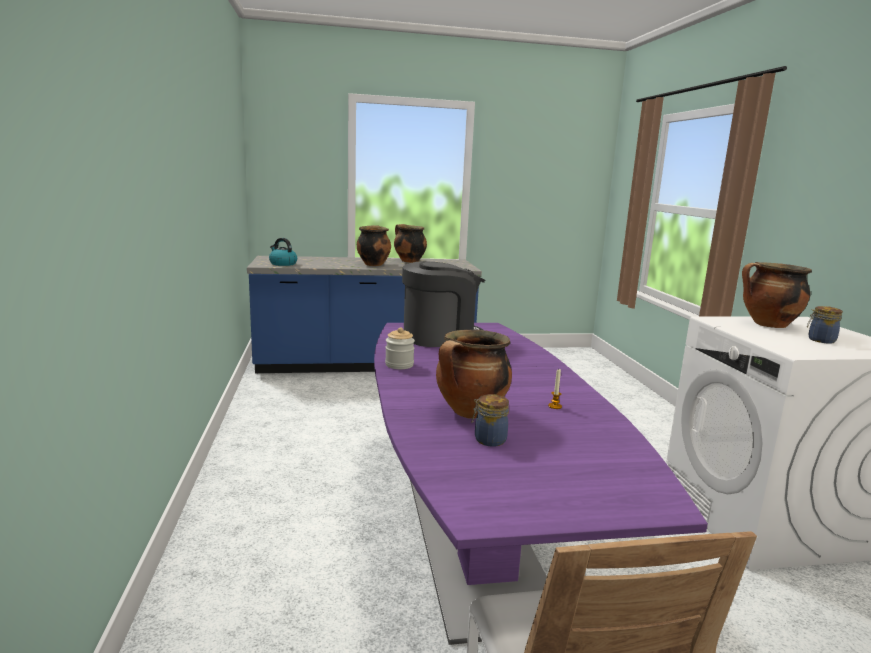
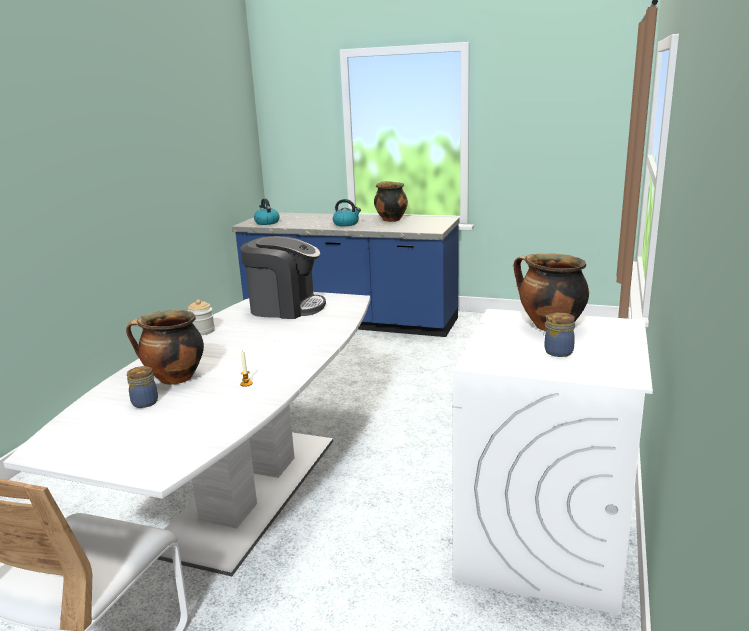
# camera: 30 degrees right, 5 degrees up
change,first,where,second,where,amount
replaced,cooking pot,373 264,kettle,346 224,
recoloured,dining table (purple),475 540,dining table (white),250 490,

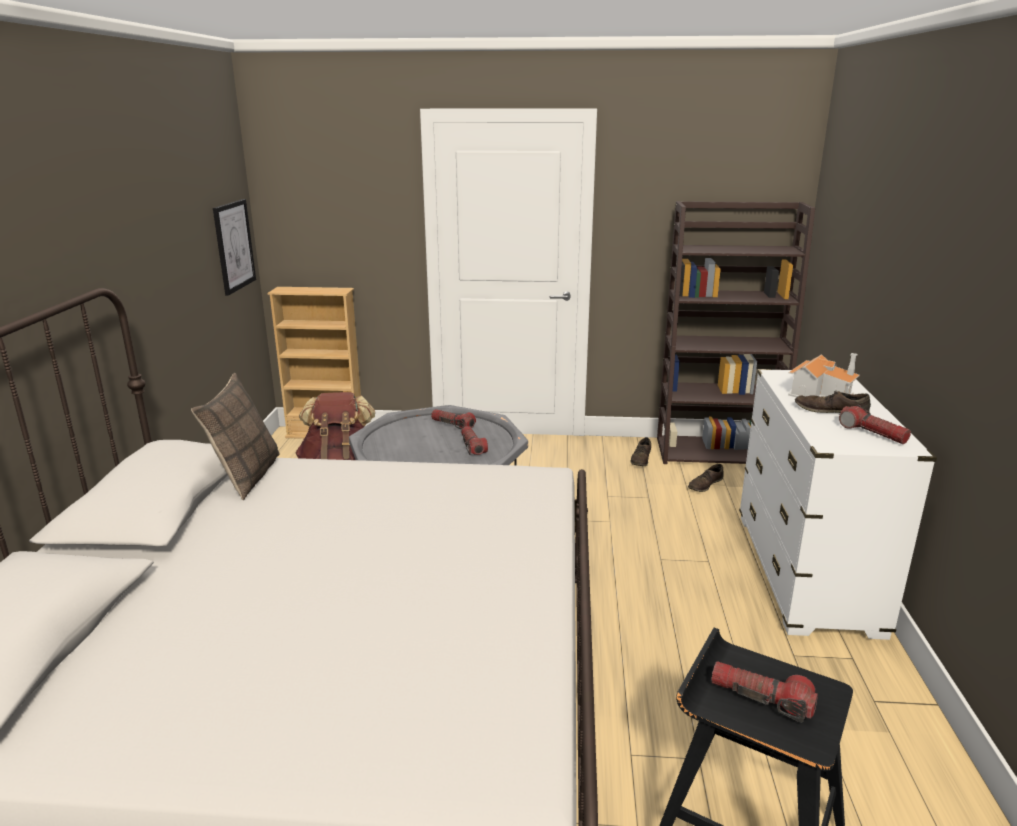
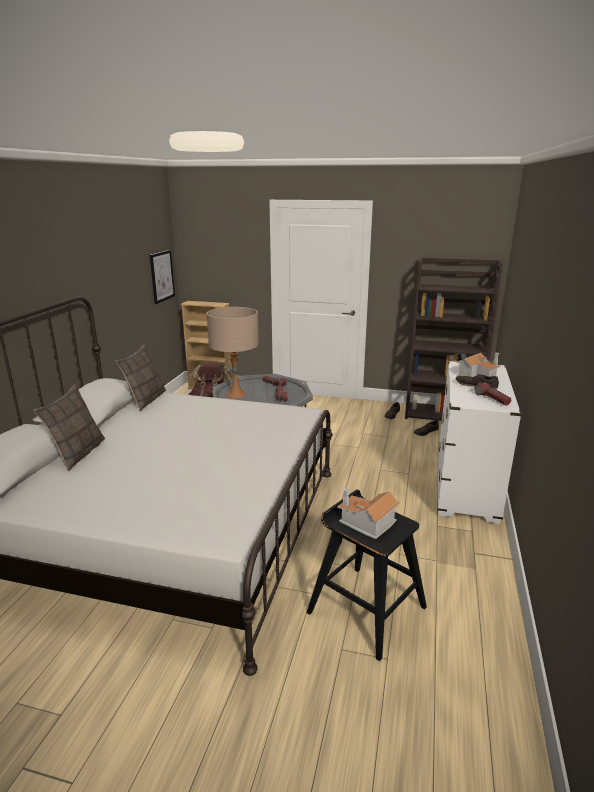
# camera: 10 degrees right, 0 degrees up
change,first,where,second,where,amount
added,,,pillow,77 453,
added,,,table lamp (beige),236 394,
replaced,flashlight,761 699,toy house,367 523,

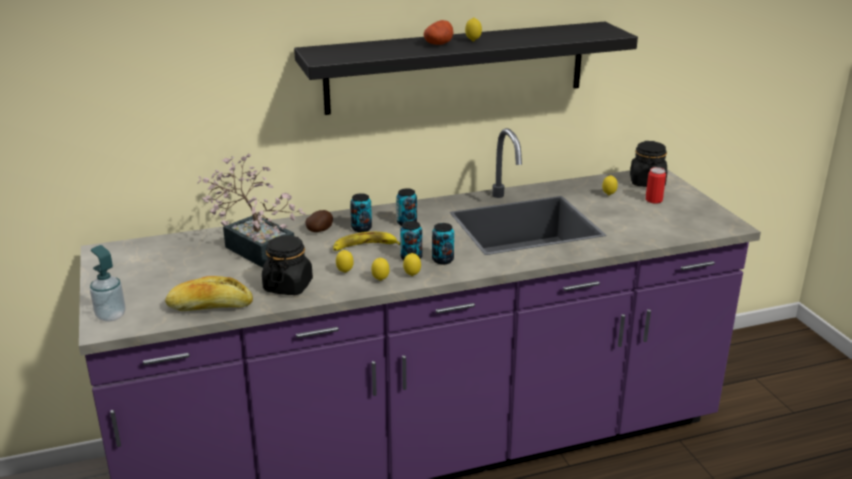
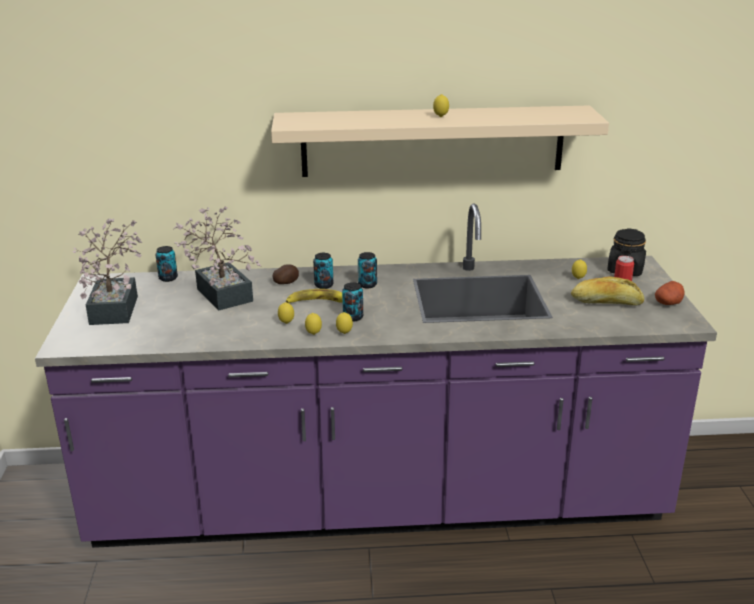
# camera: 15 degrees right, 0 degrees up
change,first,where,second,where,amount
removed,soap dispenser,111 315,,,
removed,jar (black),288 286,,,
added,,,potted plant,116 306,
moved,bread,210 307,,606 303,
moved,potato,438 44,,668 303,
moved,can,442 260,,168 278,
recoloured,shelf (black),457 67,shelf (beige),432 141,

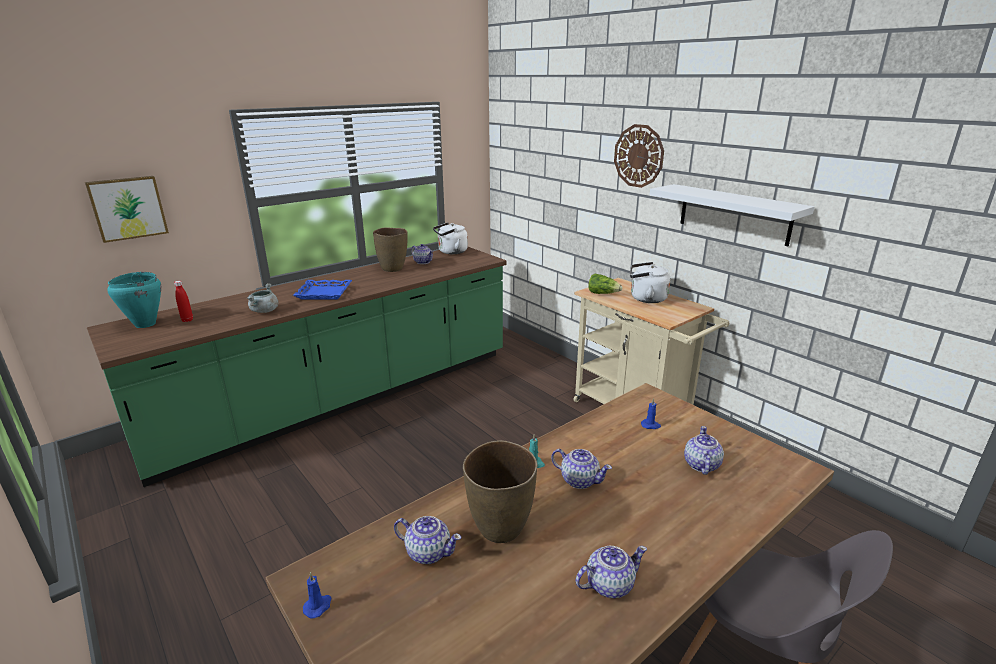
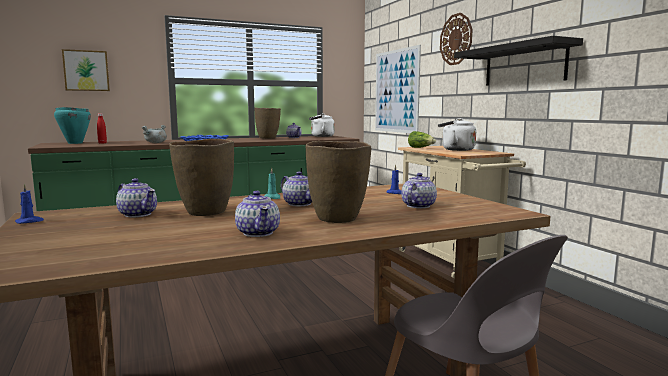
# camera: 15 degrees right, 15 degrees down
change,first,where,second,where,amount
added,,,vase (brown),338 218,
added,,,picture,396 91,
recoloured,shelf (white),734 214,shelf (black),524 65,
turned,teapot,608 584,,258 233,75 degrees clockwise

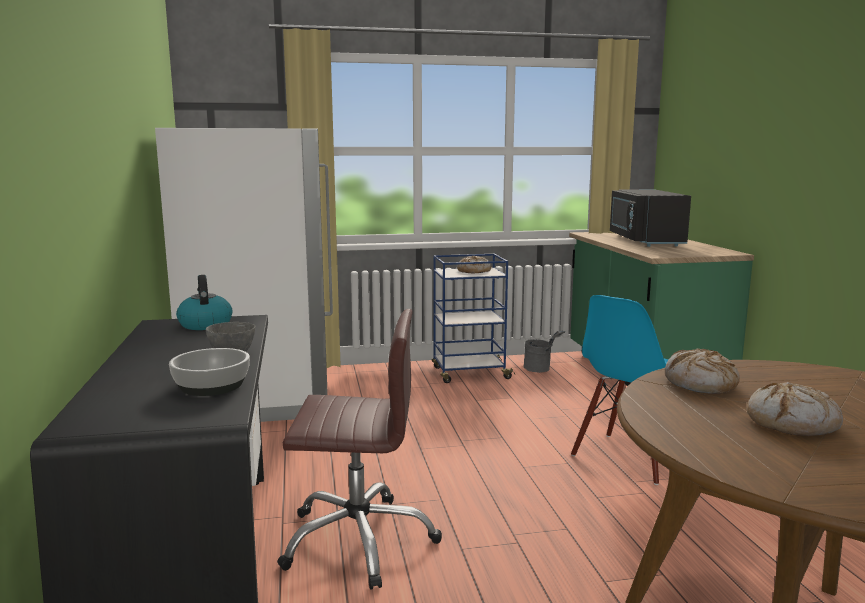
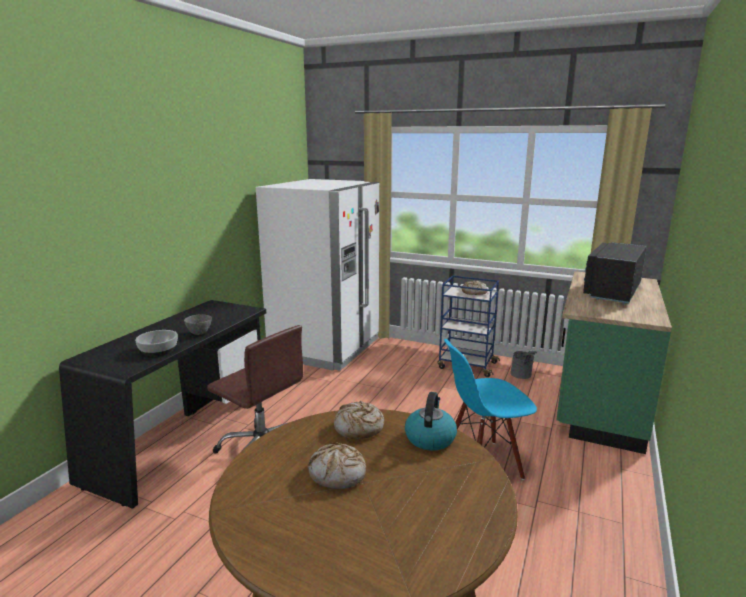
# camera: 35 degrees right, 5 degrees up
change,first,where,second,where,amount
moved,kettle,205 324,,430 438,

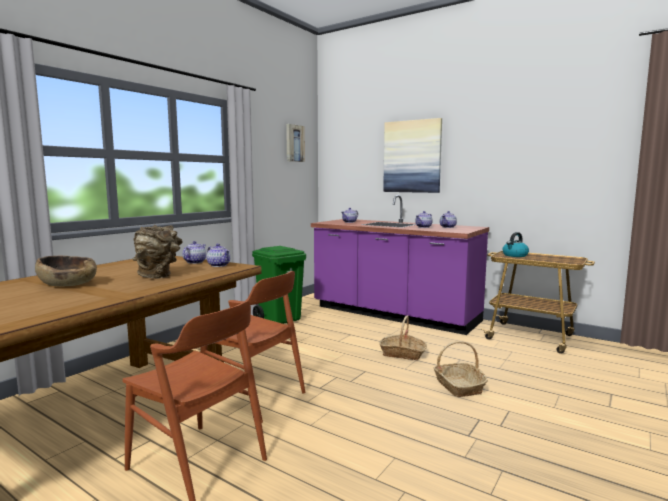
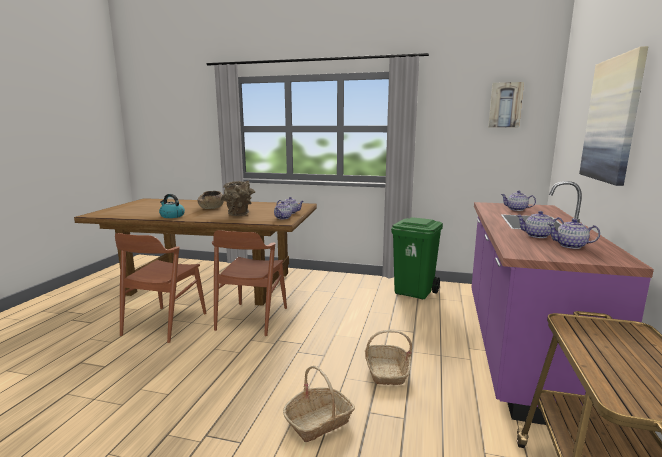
# camera: 70 degrees right, 5 degrees up
change,first,where,second,where,amount
moved,kettle,515 255,,172 216,

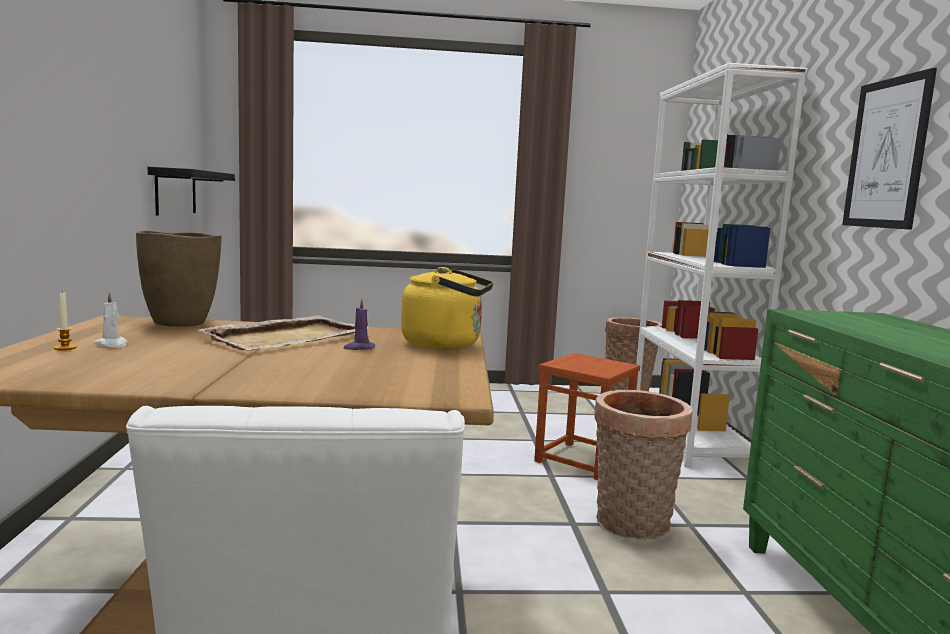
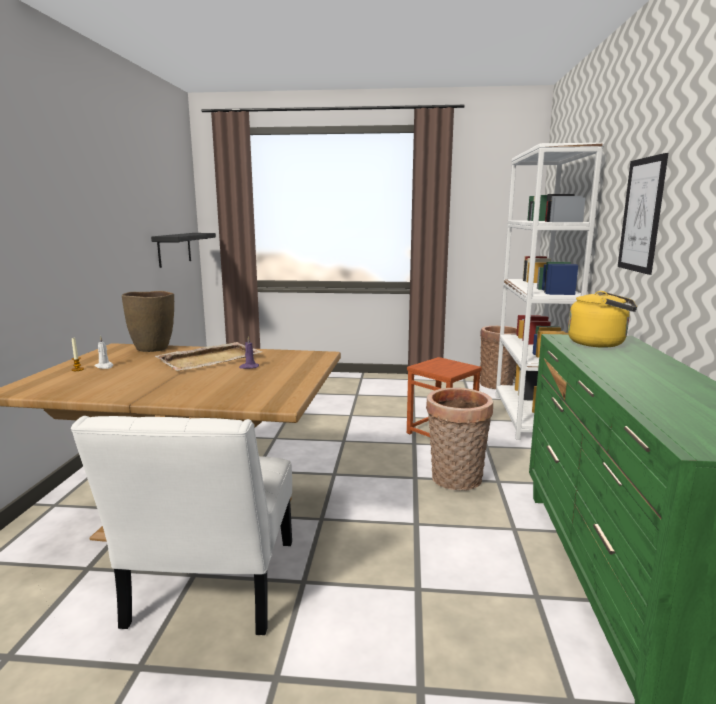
# camera: 10 degrees right, 5 degrees up
change,first,where,second,where,amount
moved,kettle (yellow),446 344,,600 343,

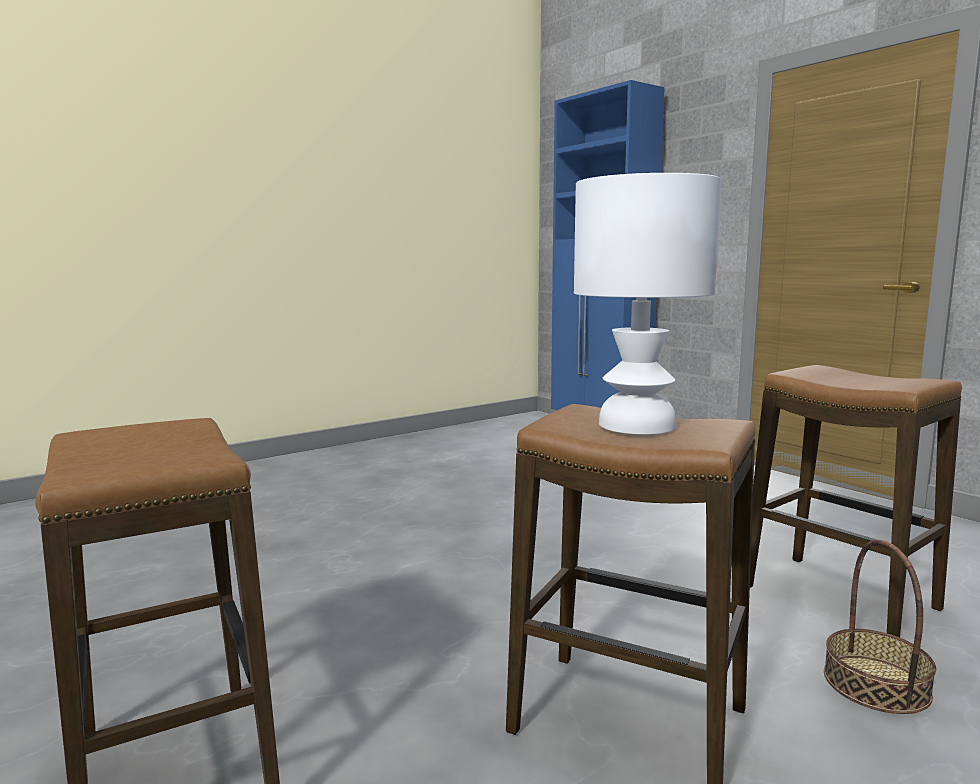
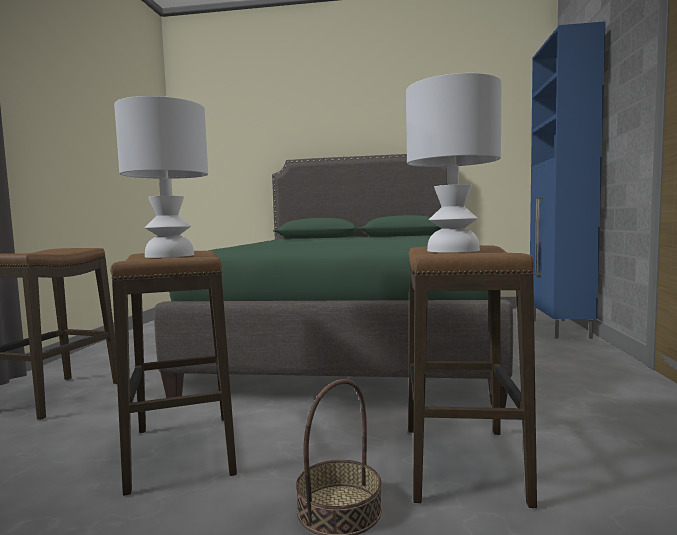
# camera: 45 degrees right, 5 degrees down
change,first,where,second,where,amount
added,,,bed (green),352 341,
added,,,table lamp (white),453 250,

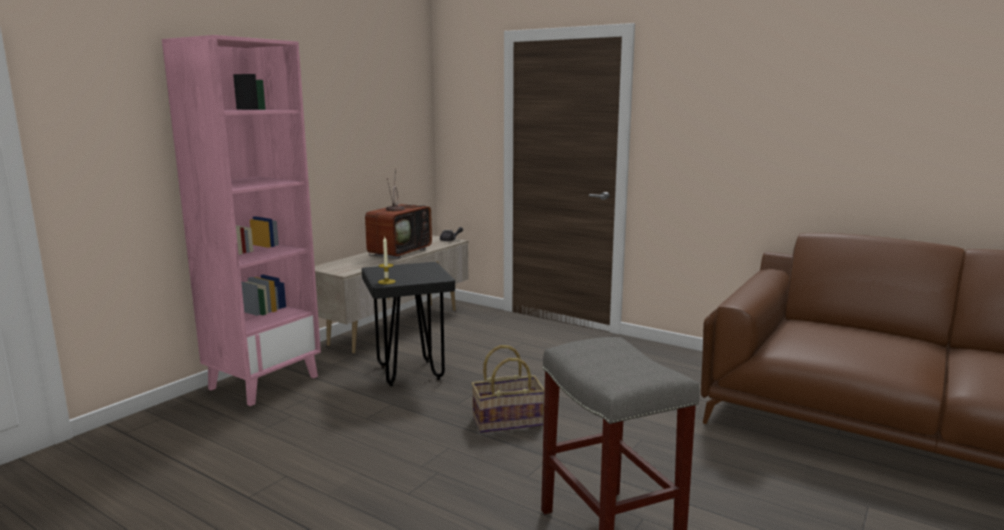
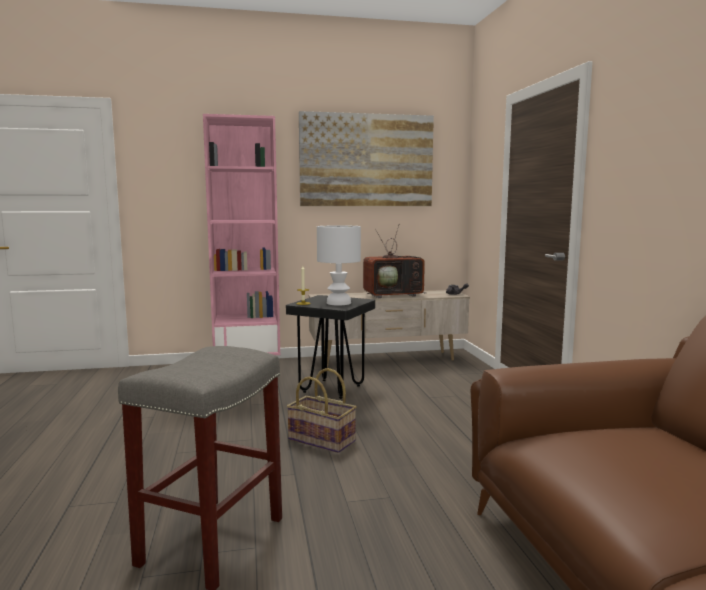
# camera: 45 degrees right, 5 degrees down
change,first,where,second,where,amount
added,,,picture,366 160,
added,,,table lamp (white),339 303,

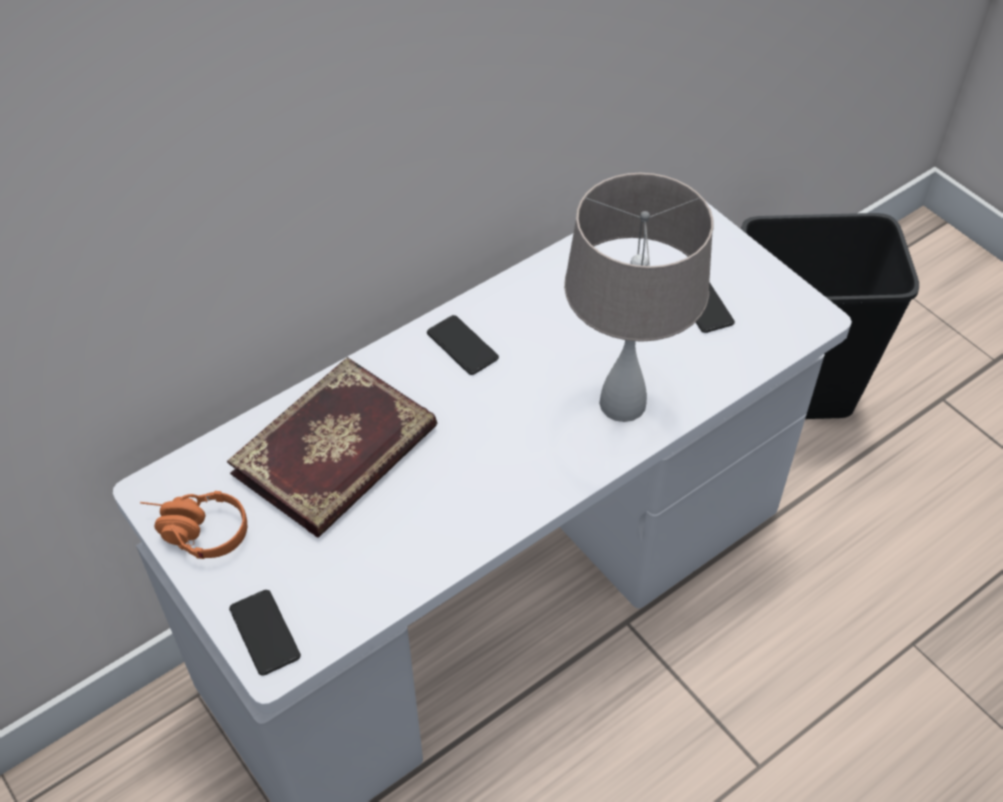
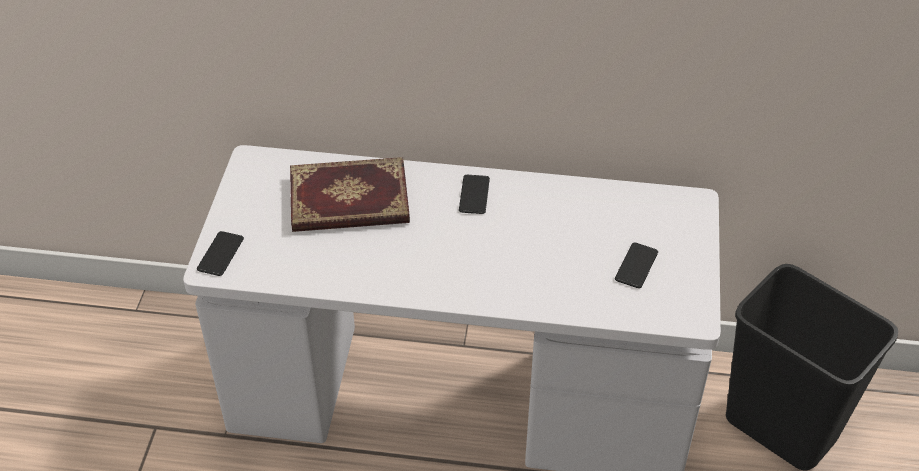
# camera: 45 degrees right, 5 degrees down
change,first,where,second,where,amount
removed,headphones (orange),194 532,,,
removed,table lamp (beige),621 404,,,

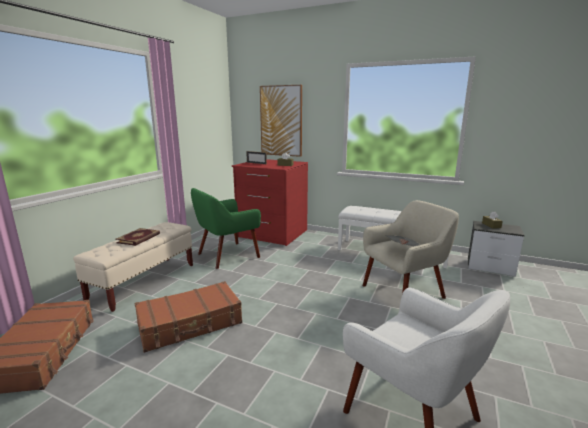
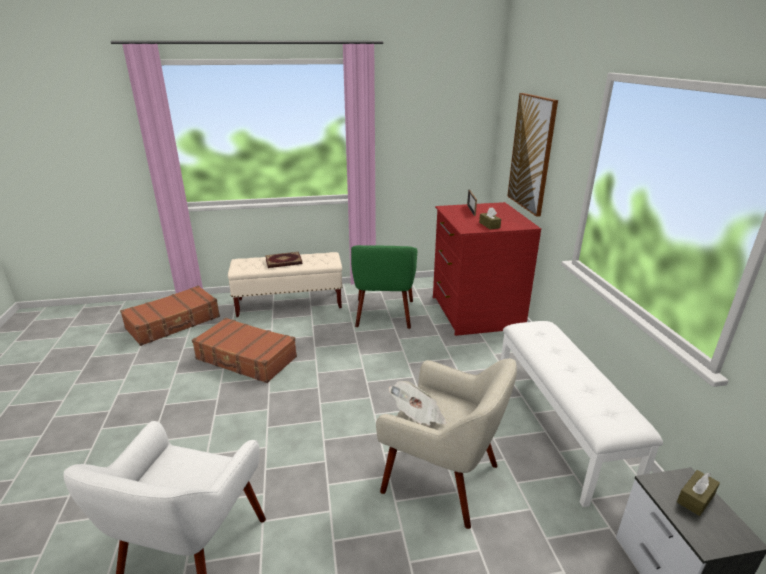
# camera: 55 degrees right, 10 degrees up
change,first,where,second,where,amount
turned,armchair (green),227 255,,384 313,105 degrees counterclockwise

